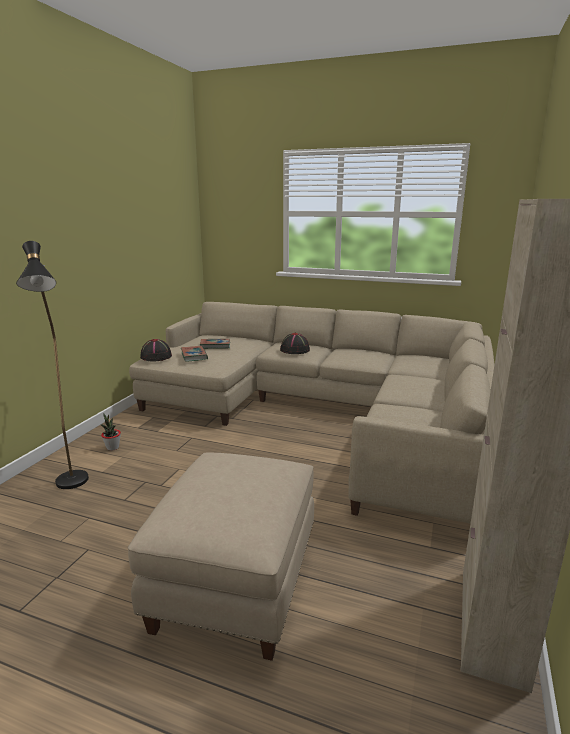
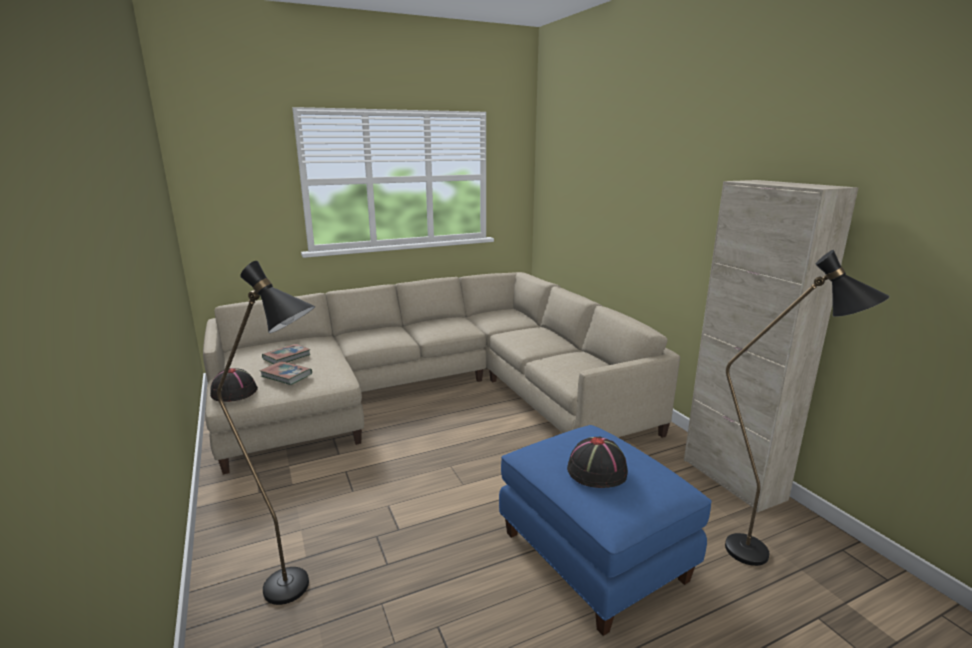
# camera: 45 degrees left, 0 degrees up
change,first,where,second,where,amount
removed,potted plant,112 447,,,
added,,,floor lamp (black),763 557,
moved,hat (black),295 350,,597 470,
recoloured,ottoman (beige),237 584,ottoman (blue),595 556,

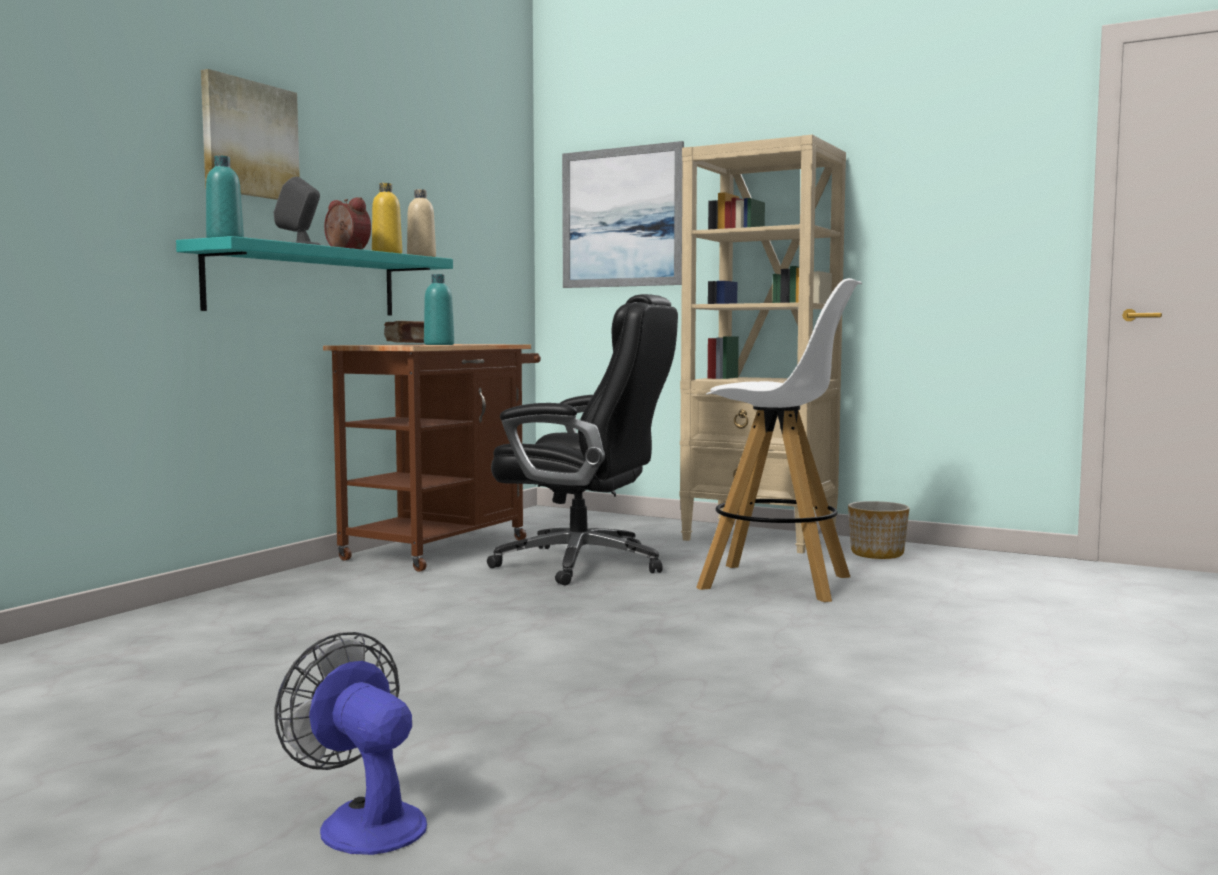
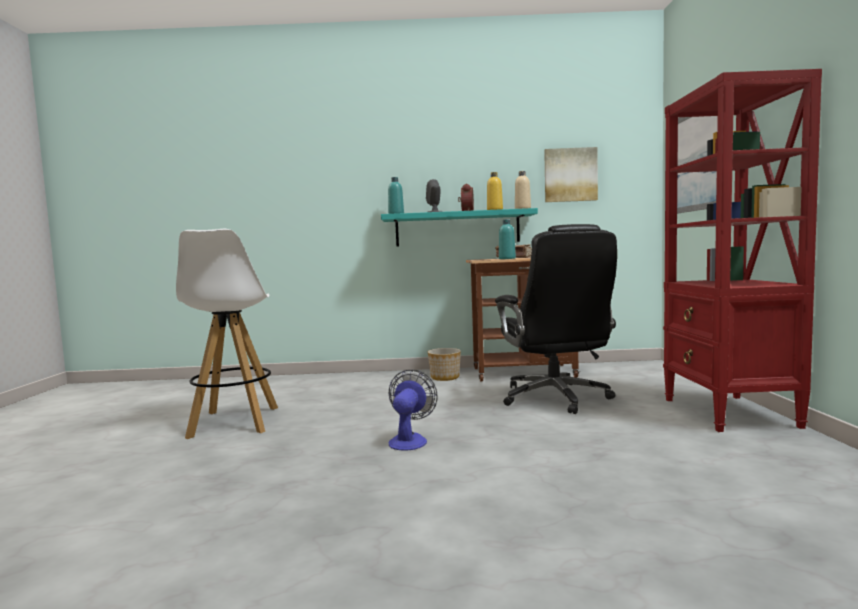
# camera: 60 degrees right, 0 degrees up
change,first,where,second,where,amount
moved,picture,249 139,,570 175,
moved,fan,362 821,,409 440,
moved,stool (white),777 583,,234 422,
moved,planter,877 554,,445 377,
recoloured,bookcase (beige),760 538,bookcase (red),729 413,

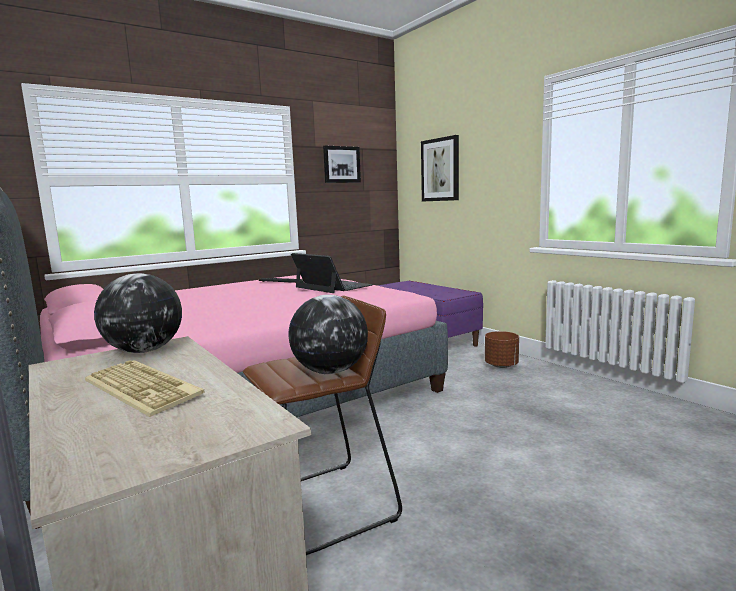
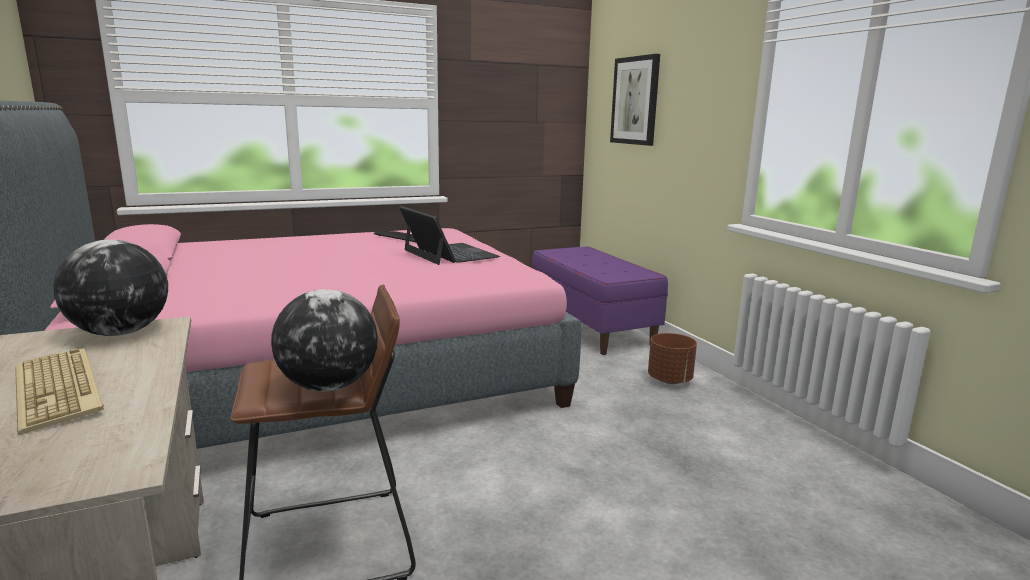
# camera: 10 degrees right, 5 degrees up
change,first,where,second,where,amount
removed,picture,341 164,,,

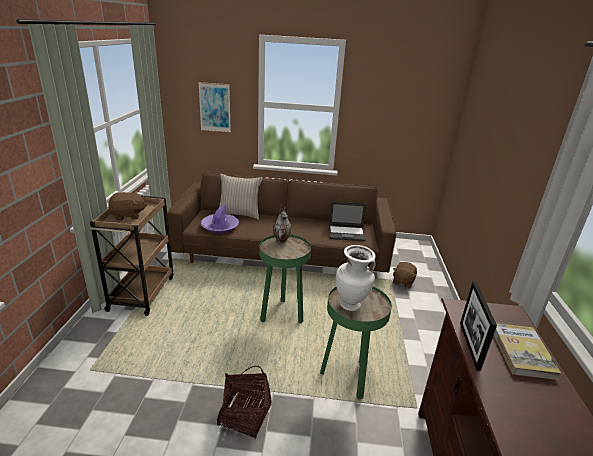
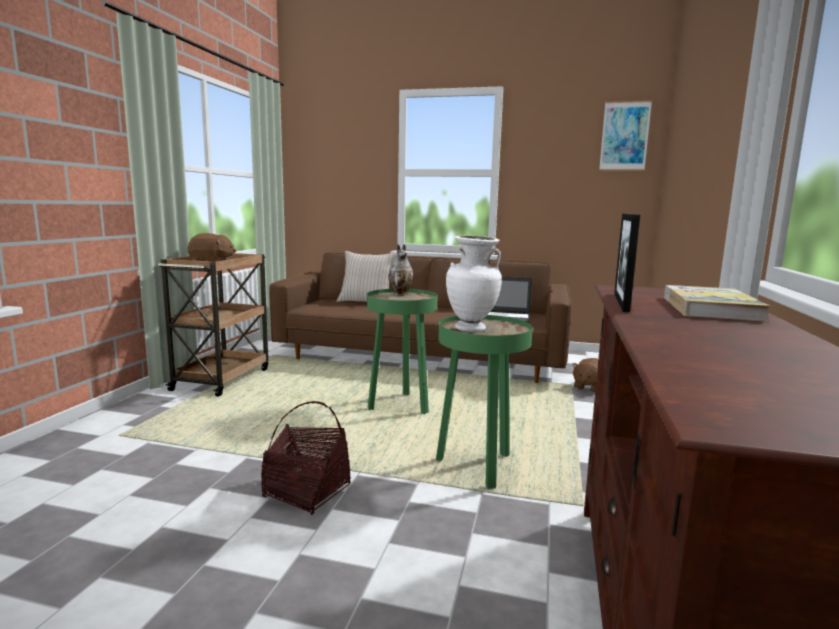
# camera: 10 degrees right, 15 degrees down
change,first,where,second,where,amount
removed,hat (purple),220 227,,,
moved,picture,215 107,,624 136,

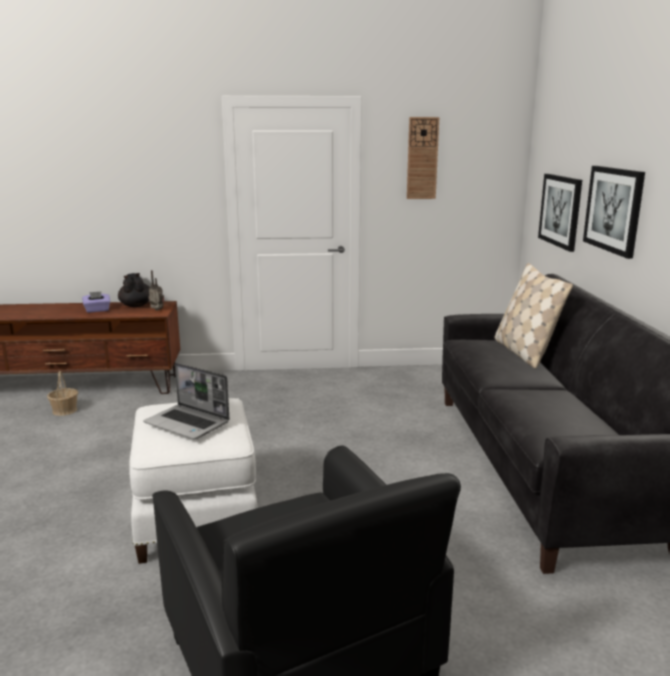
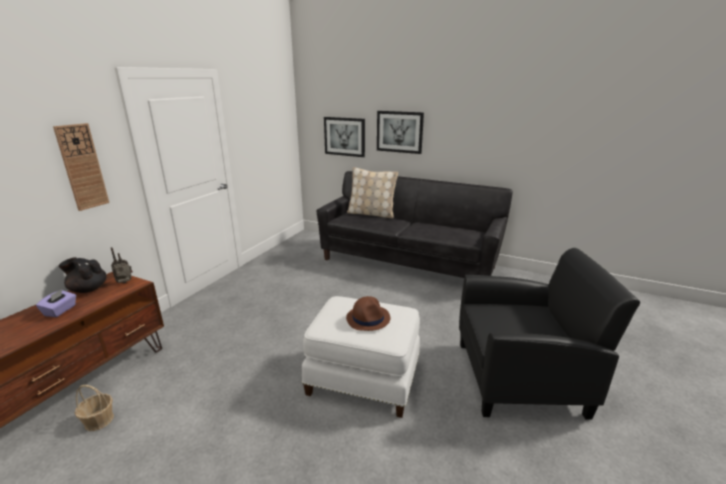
# camera: 60 degrees left, 5 degrees up
change,first,where,second,where,amount
moved,wall clock,422 158,,82 167,
replaced,laptop,188 423,hat (brown),368 318,

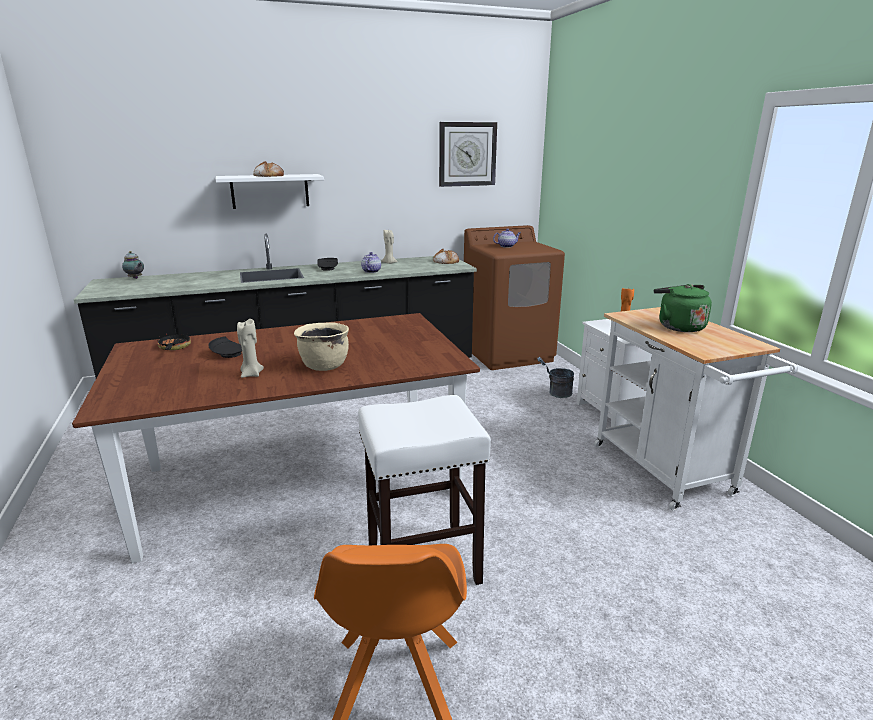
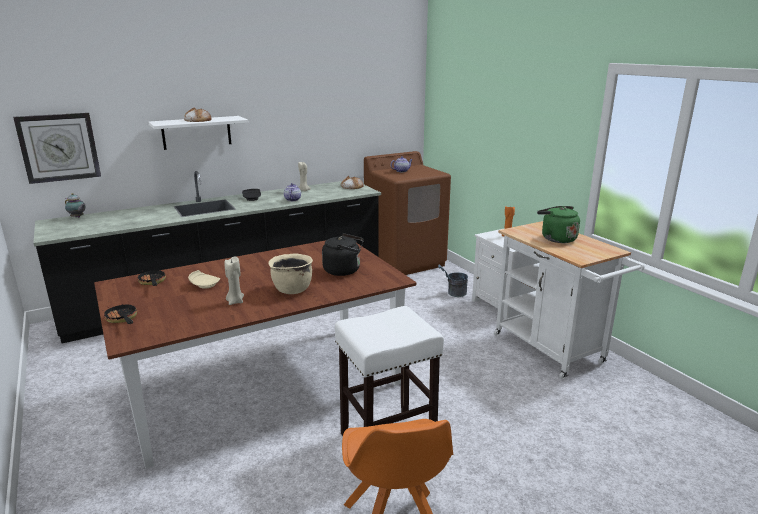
# camera: 10 degrees left, 0 degrees up
change,first,where,second,where,amount
added,,,frying pan,122 319,
added,,,kettle (black),344 270,
moved,wall clock,467 154,,59 147,
recoloured,plate (black),228 354,plate (beige),204 285,

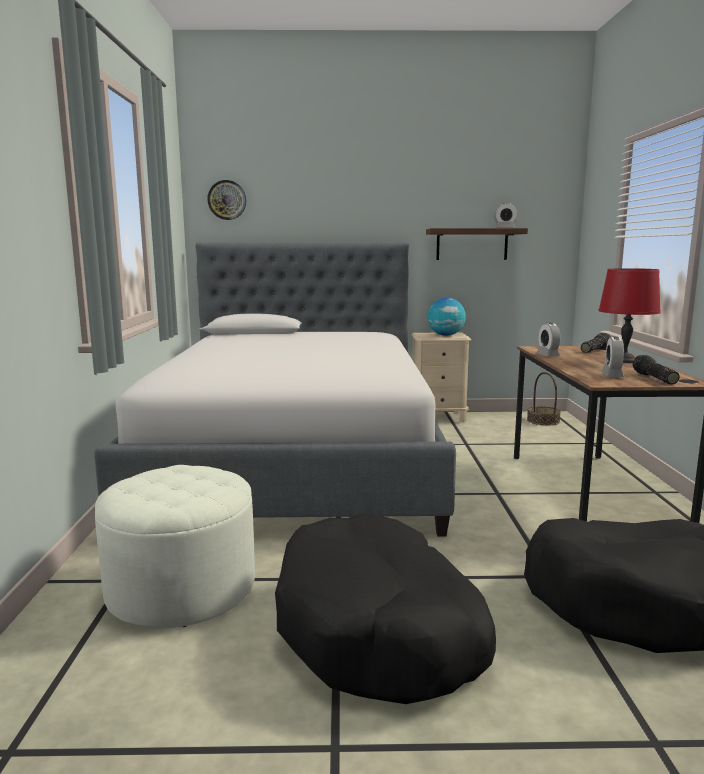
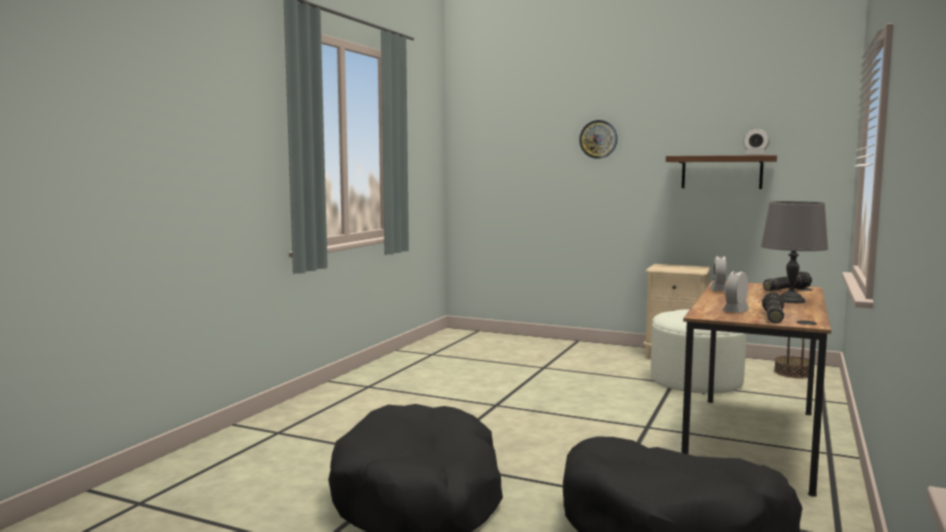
# camera: 25 degrees right, 5 degrees down
change,first,where,second,where,amount
removed,bed,296 458,,,
removed,globe,445 335,,,
moved,ottoman (white),181 588,,696 381,
moved,wall clock,227 200,,598 139,
recoloured,table lamp (red),624 360,table lamp (grey),791 300,

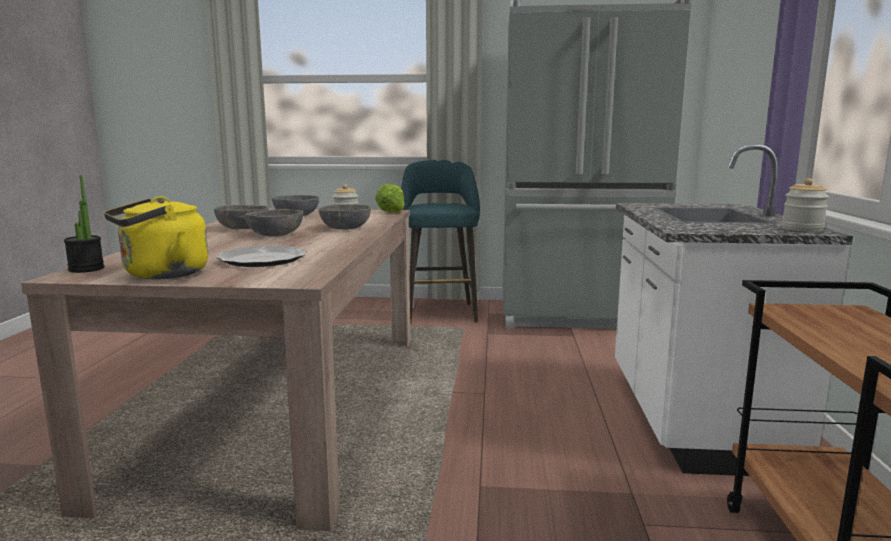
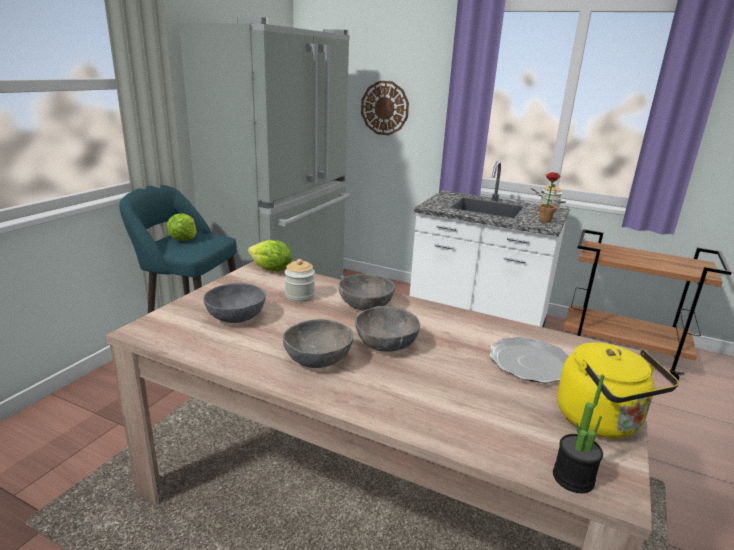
# camera: 70 degrees left, 10 degrees up
change,first,where,second,where,amount
added,,,lettuce,183 239,
added,,,wall clock,384 108,
added,,,potted plant,542 221,

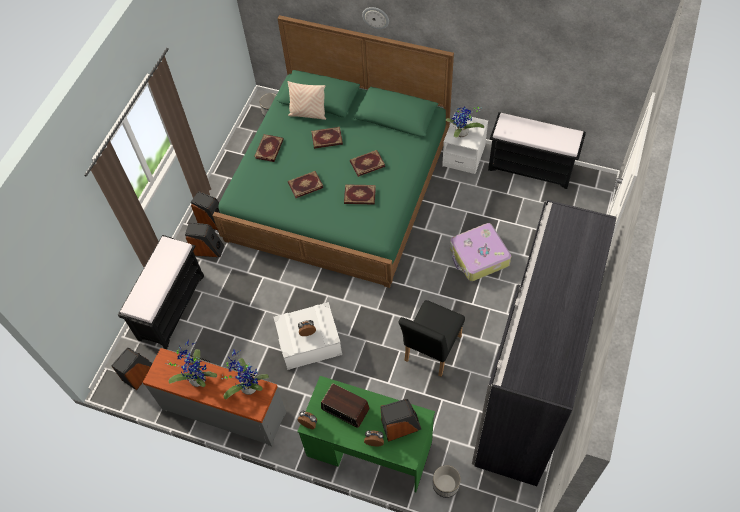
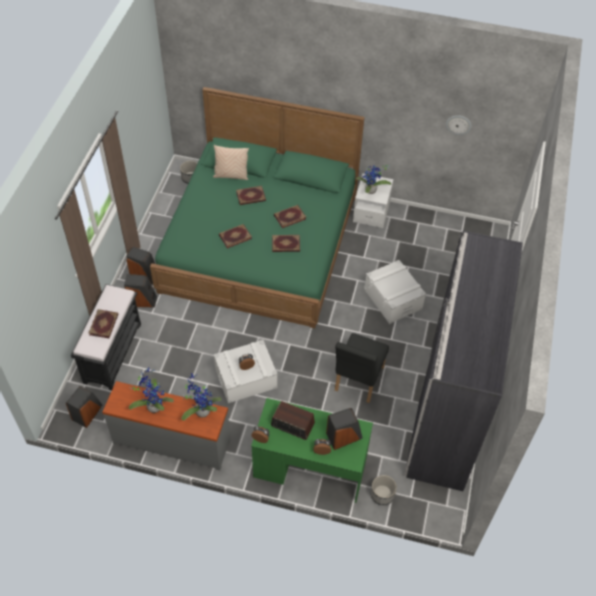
# camera: 10 degrees left, 5 degrees down
change,first,where,second,where,amount
removed,bench (black),531 168,,,
moved,book,270 149,,104 325,
moved,wall clock,376 17,,458 124,
replaced,suitcase,478 257,storage box (white),393 299,

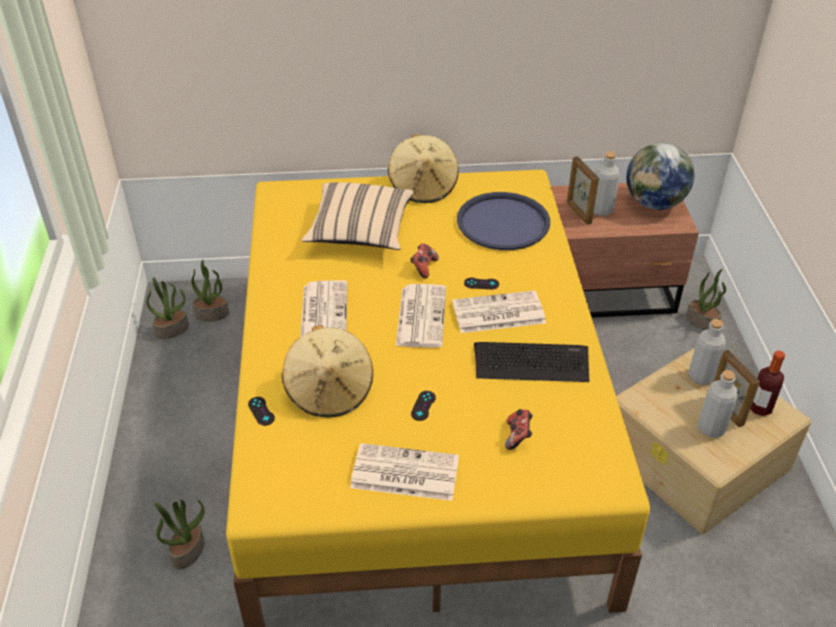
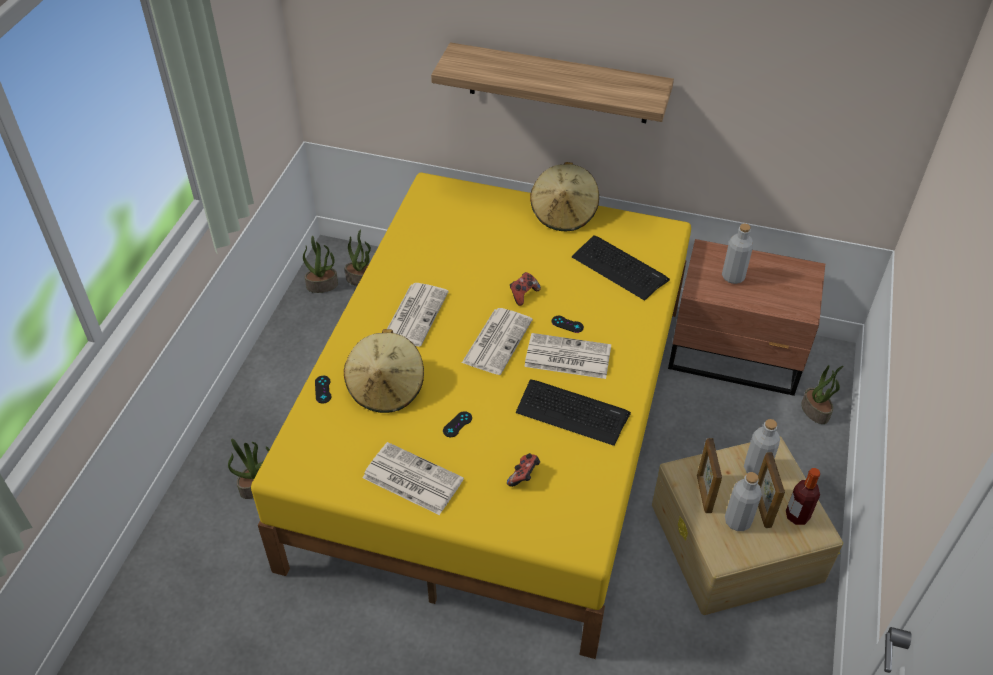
# camera: 20 degrees right, 5 degrees up
change,first,where,second,where,amount
removed,pillow (beige),360 232,,,
removed,globe,654 203,,,
added,,,shelf,558 83,
moved,picture frame,578 213,,703 494,
replaced,tray (blue),503 222,keyboard,619 268,

